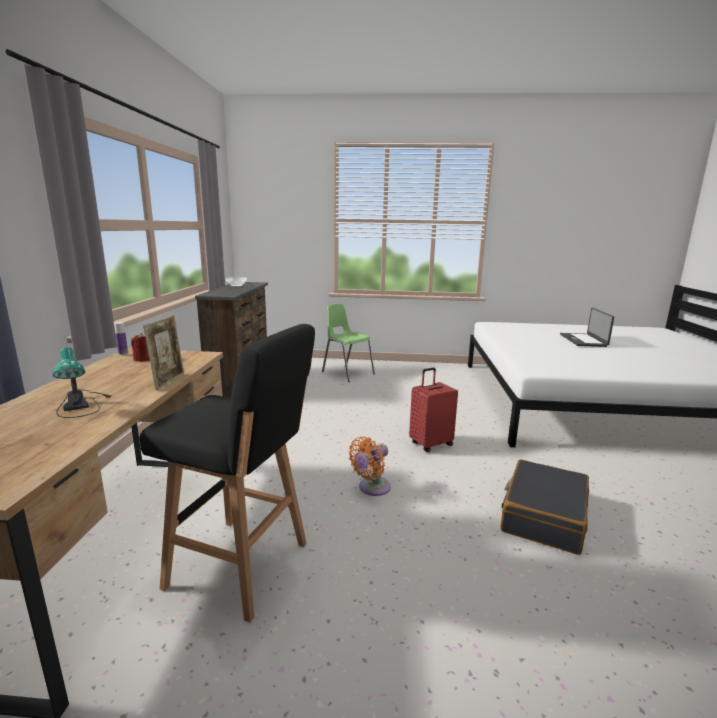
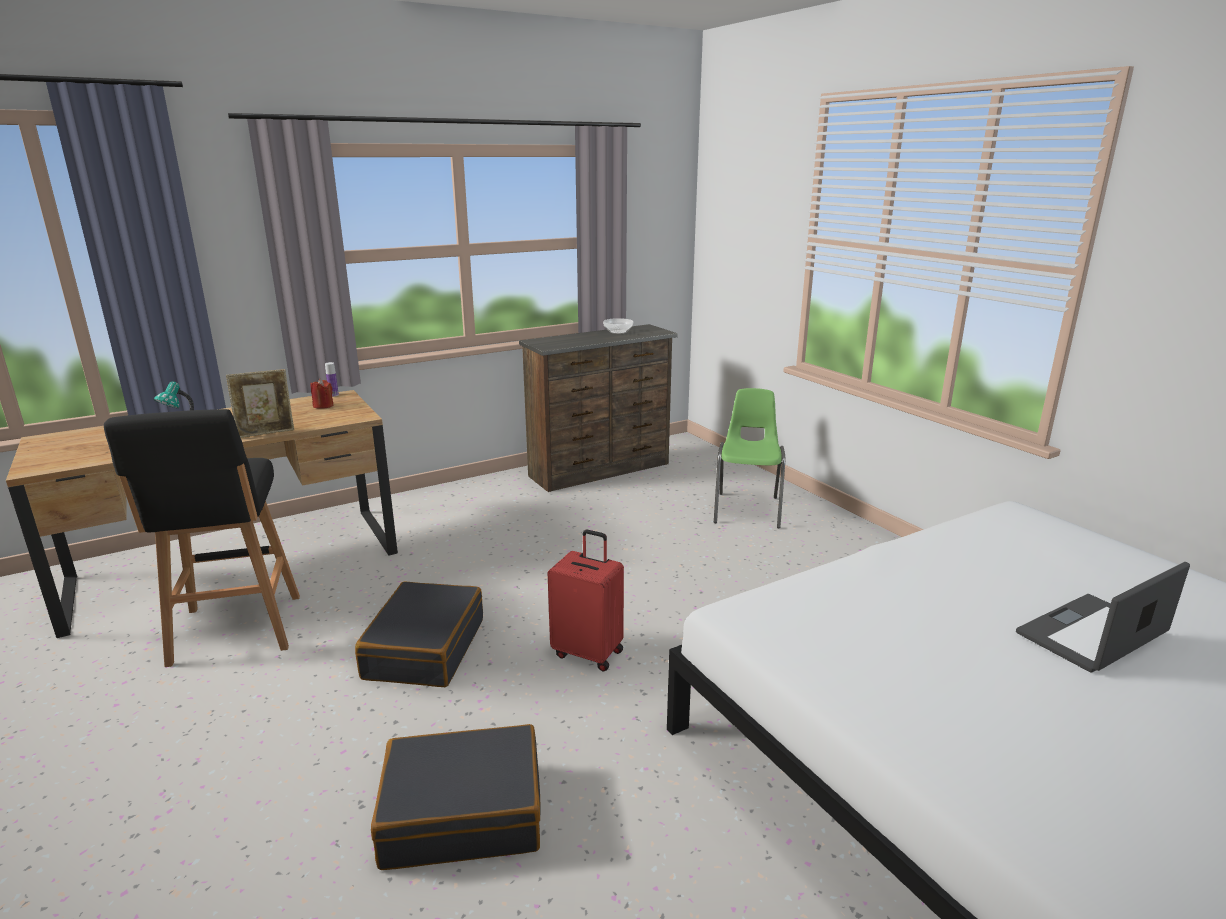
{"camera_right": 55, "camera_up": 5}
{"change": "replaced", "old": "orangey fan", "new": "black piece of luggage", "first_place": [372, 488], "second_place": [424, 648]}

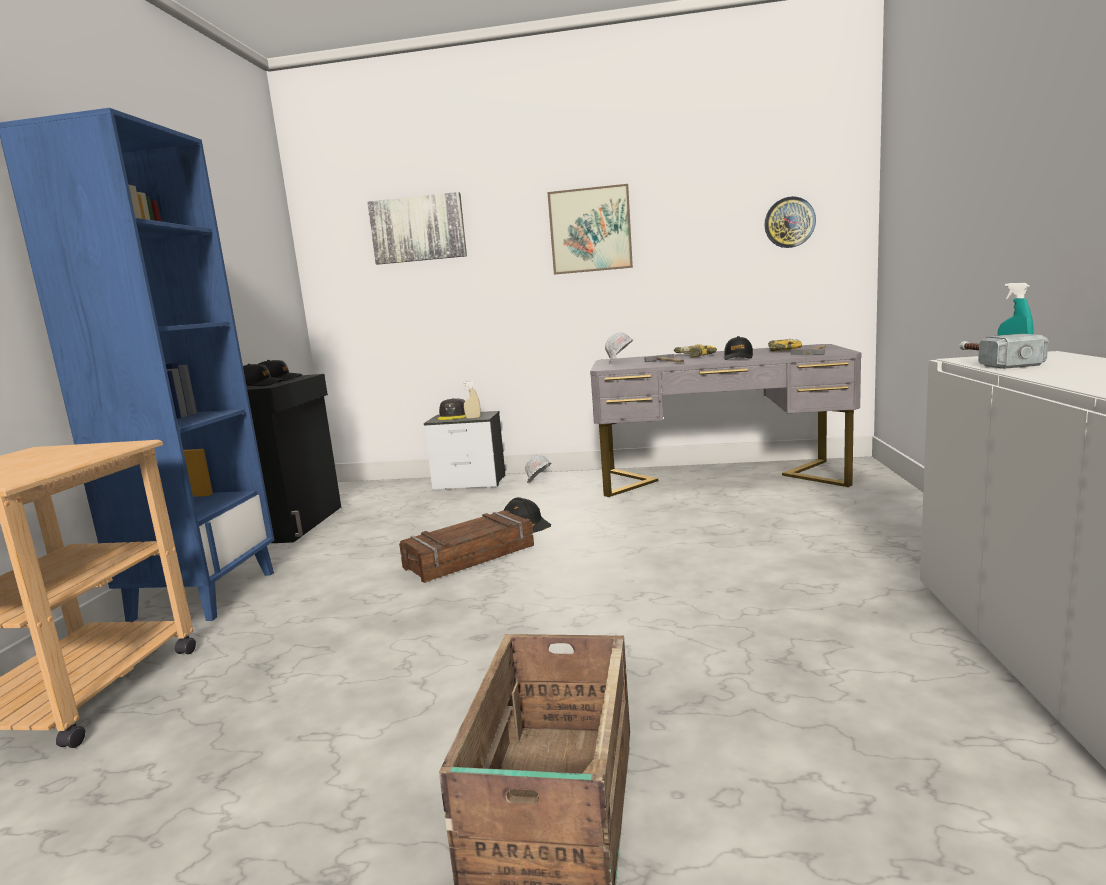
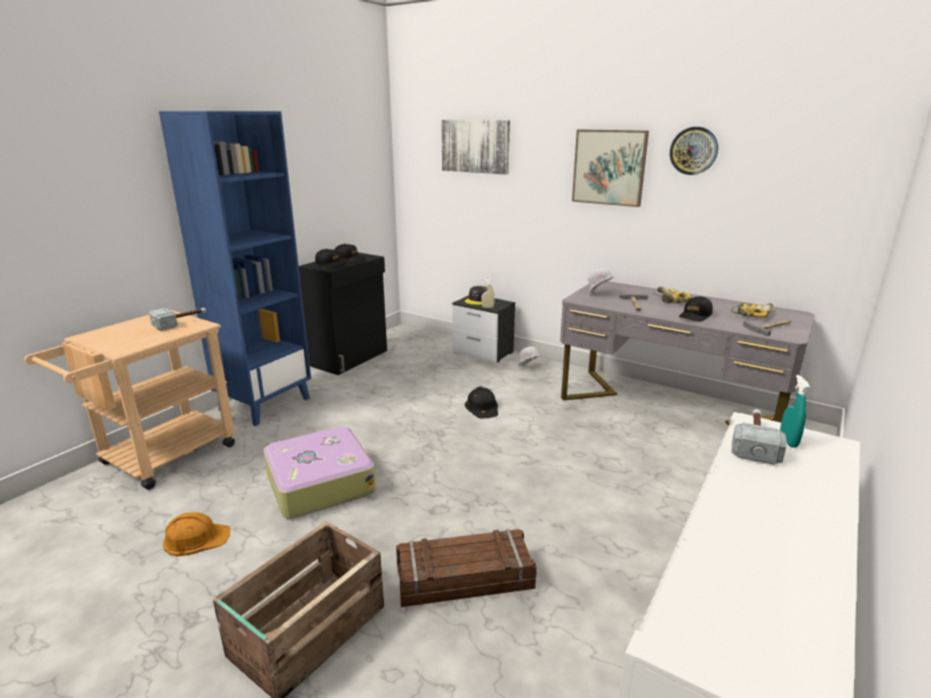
{"camera_right": 25, "camera_up": 10}
{"change": "added", "new": "hammer", "second_place": [181, 322]}
{"change": "added", "new": "orangey work helmet", "second_place": [196, 538]}
{"change": "added", "new": "piece of luggage", "second_place": [319, 483]}
{"change": "moved", "old": "crate", "first_place": [469, 557], "second_place": [464, 577]}
{"change": "moved", "old": "wall clock", "first_place": [789, 222], "second_place": [693, 151]}

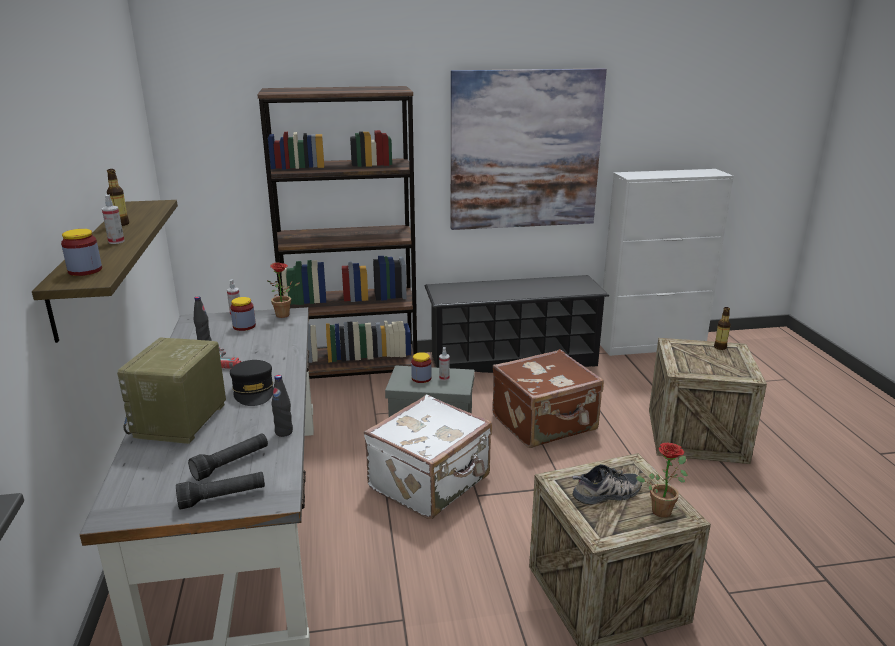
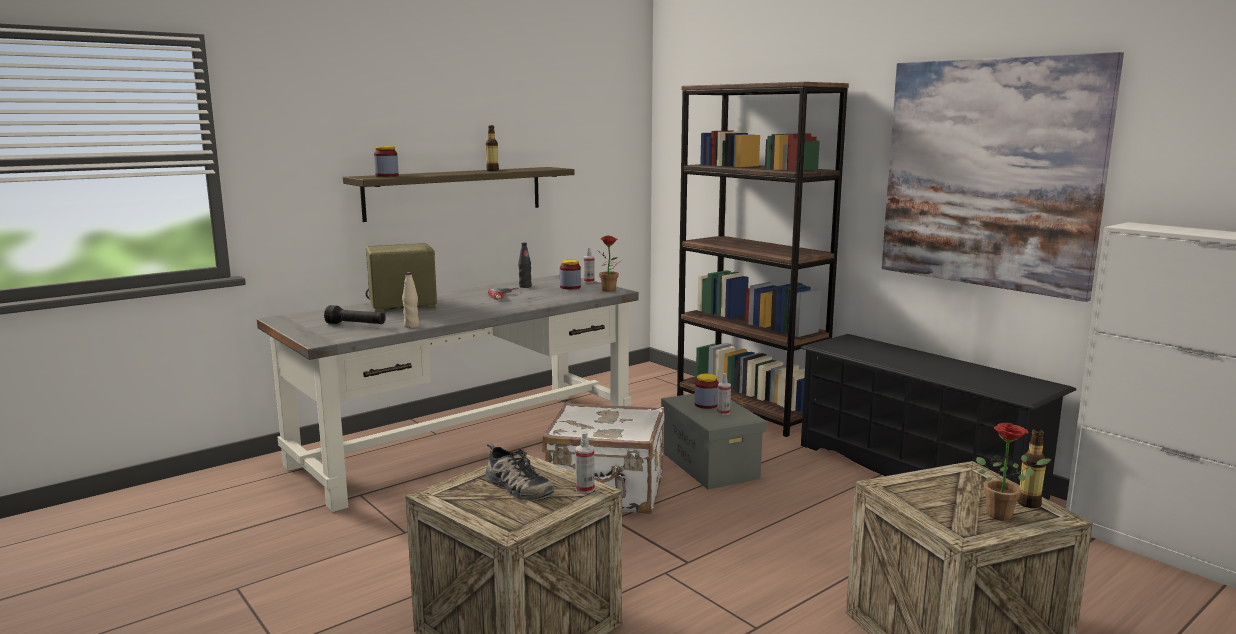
{"camera_right": 60, "camera_up": -10}
{"change": "removed", "old": "black hand torch", "first_place": [223, 498]}
{"change": "removed", "old": "black baseball cap", "first_place": [253, 391]}
{"change": "removed", "old": "brown-coloured piece of luggage", "first_place": [545, 423]}
{"change": "moved", "old": "sprayer", "first_place": [116, 241], "second_place": [585, 489]}
{"change": "moved", "old": "potted plant", "first_place": [662, 509], "second_place": [1004, 515]}
{"change": "recoloured", "old": "black beverage bottle", "new": "beige beverage bottle", "first_place": [284, 432], "second_place": [411, 326]}

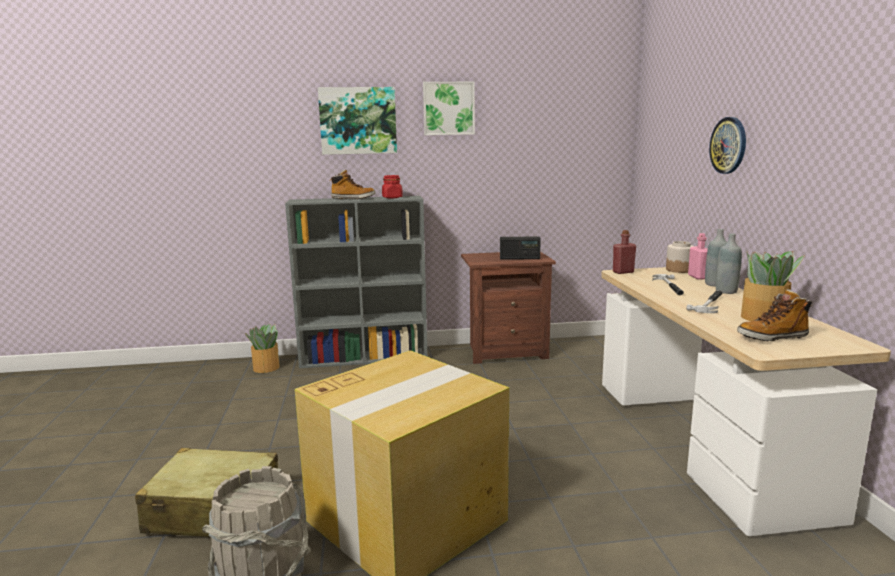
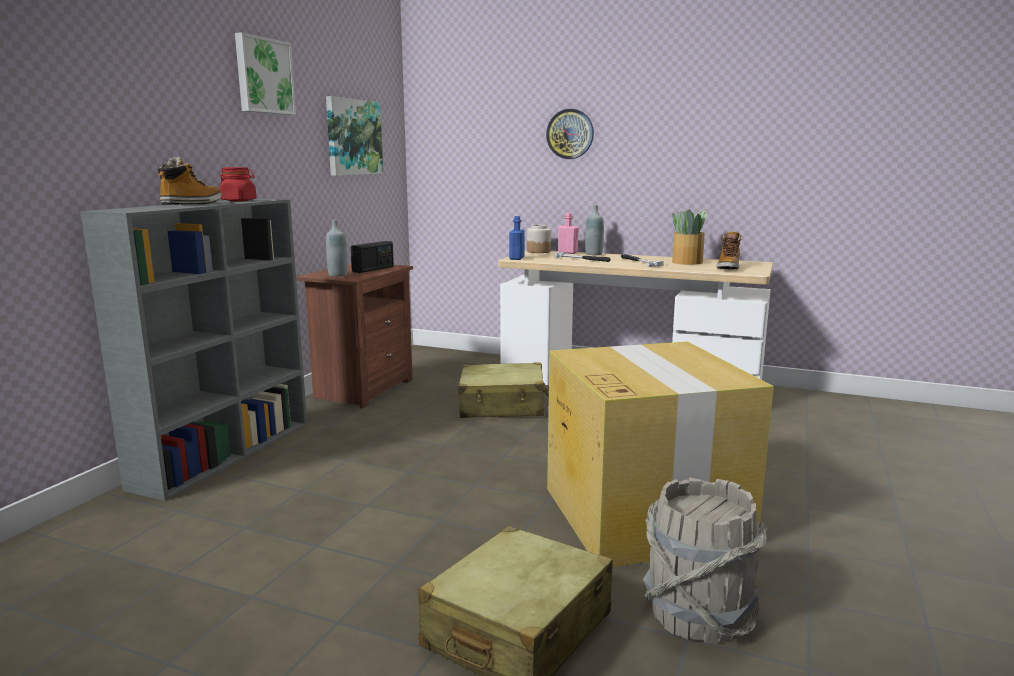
{"camera_right": -60, "camera_up": 0}
{"change": "removed", "old": "potted plant", "first_place": [265, 368]}
{"change": "added", "new": "beige piece of luggage", "second_place": [502, 406]}
{"change": "moved", "old": "picture", "first_place": [358, 121], "second_place": [353, 137]}
{"change": "moved", "old": "grey beverage bottle", "first_place": [726, 291], "second_place": [338, 275]}
{"change": "recoloured", "old": "red-coloured beverage bottle", "new": "blue-coloured beverage bottle", "first_place": [623, 272], "second_place": [516, 258]}

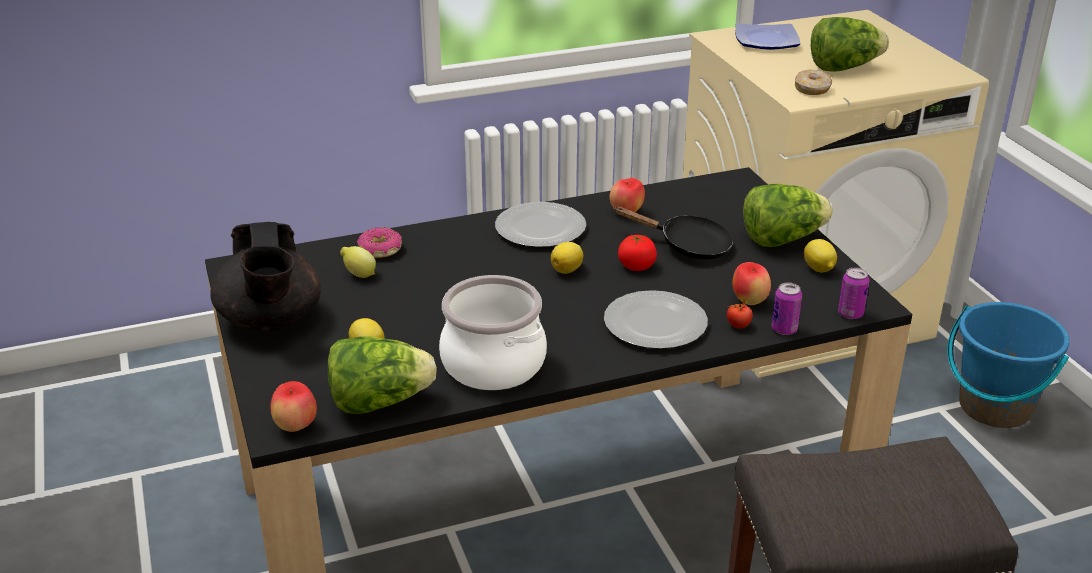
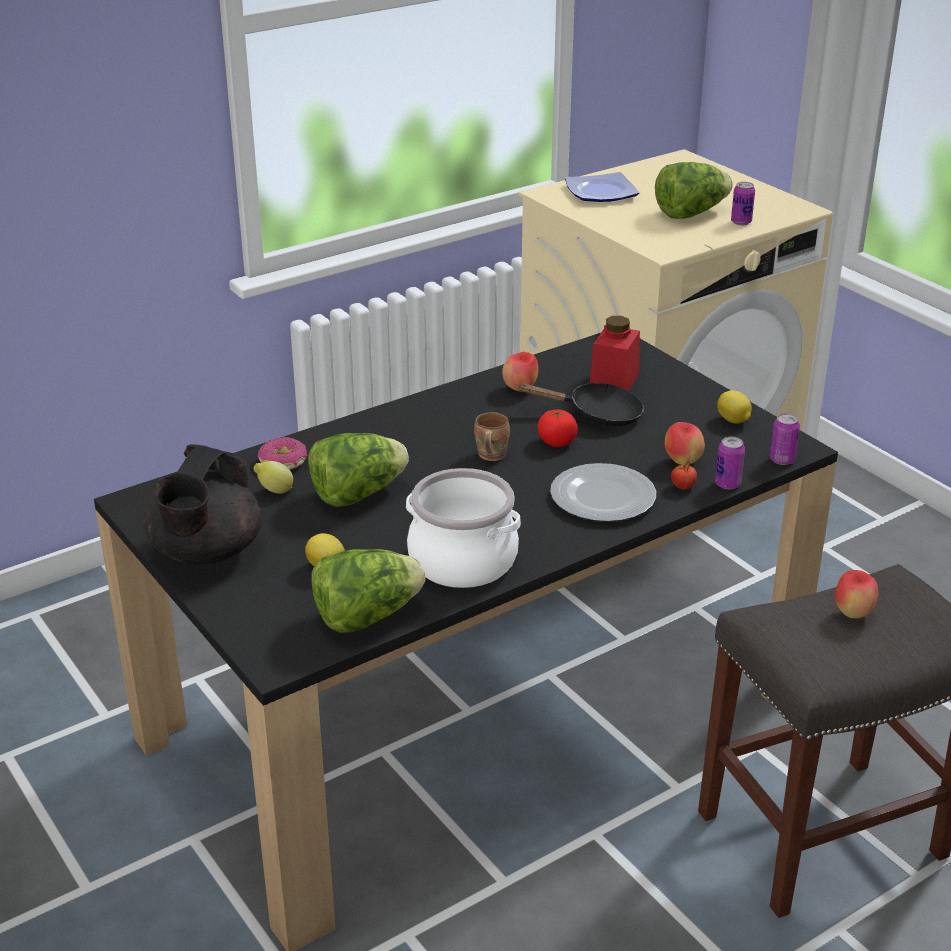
{"camera_right": -15, "camera_up": 0}
{"change": "removed", "old": "flat dish", "first_place": [539, 228]}
{"change": "removed", "old": "ring doughnut", "first_place": [812, 89]}
{"change": "removed", "old": "blue-coloured pail", "first_place": [994, 407]}
{"change": "added", "new": "red-coloured preserve jar", "second_place": [614, 381]}
{"change": "added", "new": "sealed can", "second_place": [741, 222]}
{"change": "moved", "old": "whole apple", "first_place": [296, 426], "second_place": [853, 613]}
{"change": "moved", "old": "lettuce", "first_place": [782, 239], "second_place": [357, 494]}
{"change": "replaced", "old": "lemon", "new": "brown-coloured tea mug", "first_place": [567, 270], "second_place": [489, 455]}
{"change": "turned", "old": "black tea pot", "first_place": [271, 321], "second_place": [205, 552], "degrees": 45}

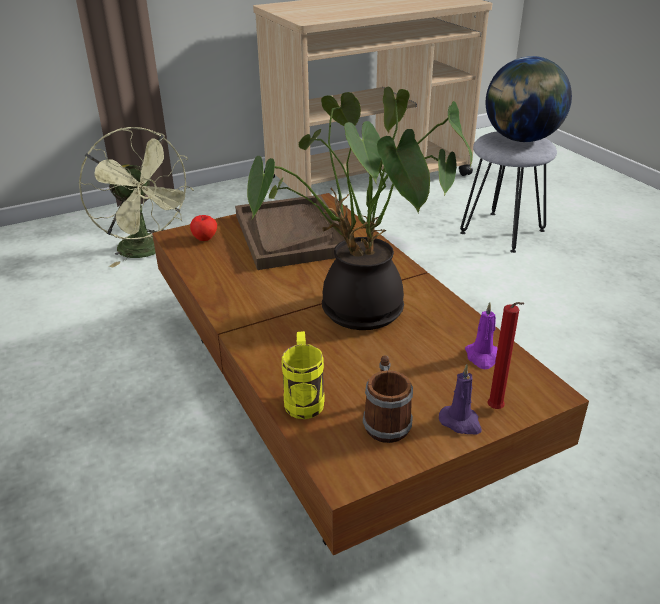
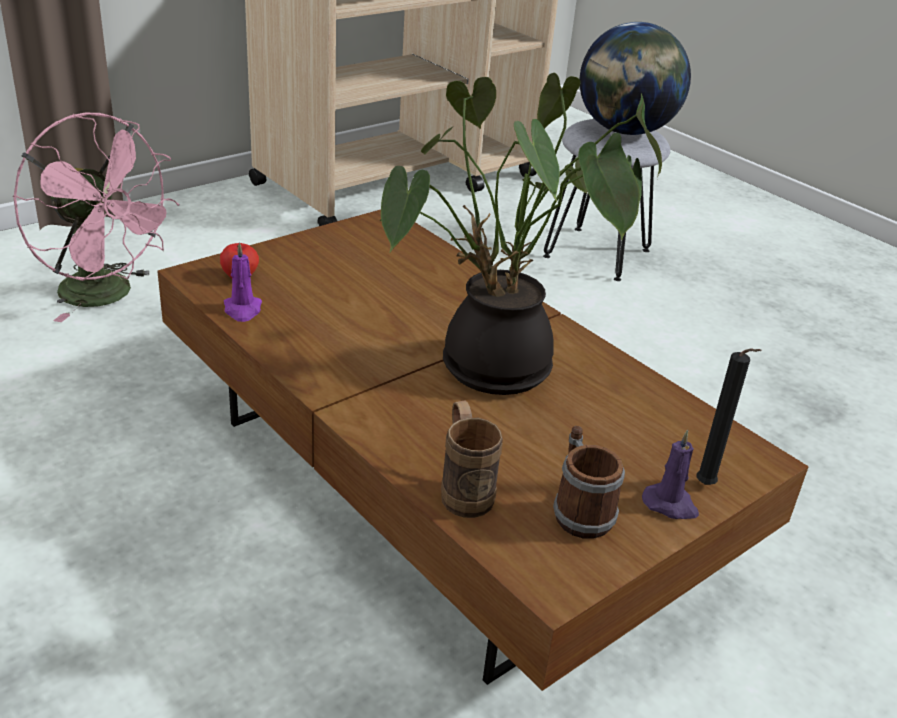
{"camera_right": -15, "camera_up": 0}
{"change": "removed", "old": "brown-coloured tray", "first_place": [291, 234]}
{"change": "moved", "old": "purple-coloured wax candle", "first_place": [482, 357], "second_place": [242, 310]}
{"change": "recoloured", "old": "green-coloured fan", "new": "pink fan", "first_place": [148, 251], "second_place": [108, 296]}
{"change": "recoloured", "old": "yellowish tea mug", "new": "brown-coloured tea mug", "first_place": [304, 398], "second_place": [464, 490]}
{"change": "recoloured", "old": "red-coloured wax candle", "new": "black wax candle", "first_place": [496, 410], "second_place": [707, 486]}

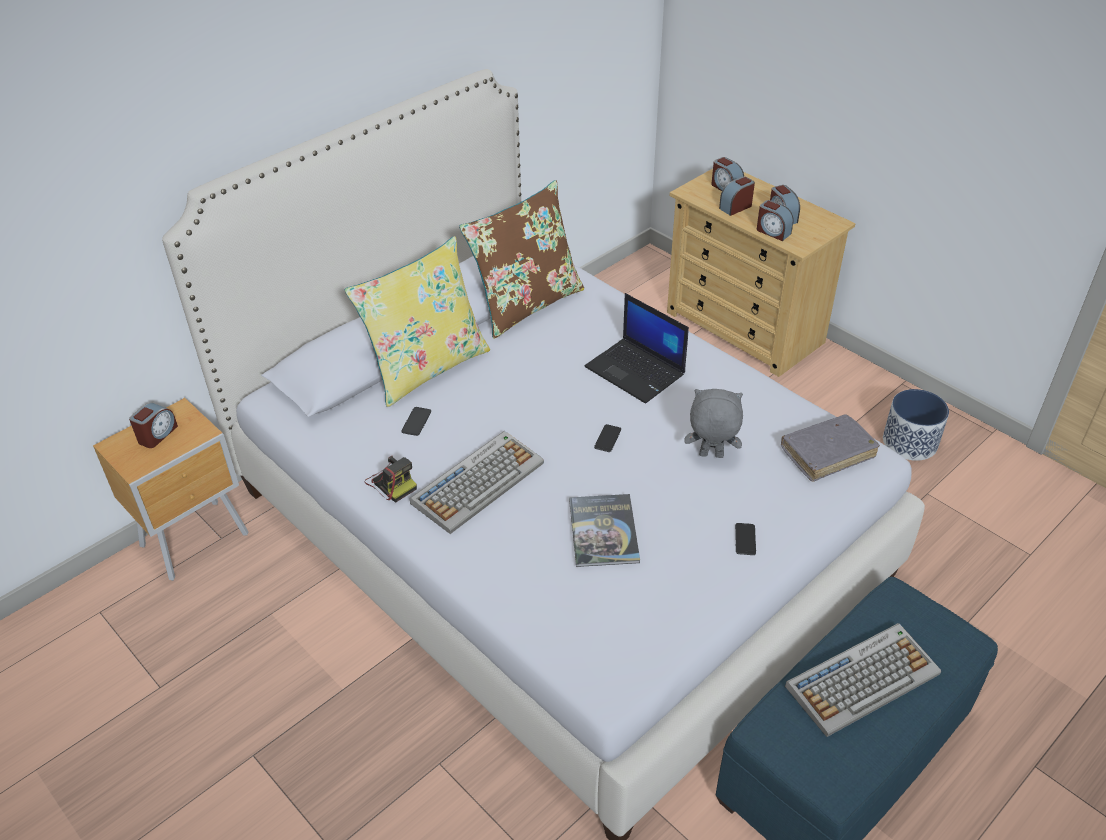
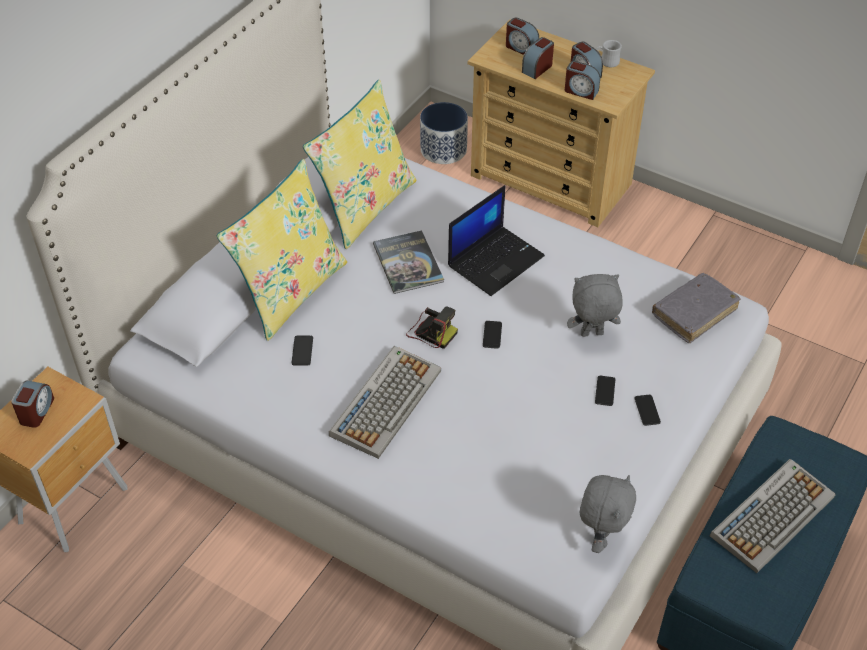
{"camera_right": -15, "camera_up": 5}
{"change": "added", "new": "grey cuddly toy", "second_place": [600, 537]}
{"change": "added", "new": "phone", "second_place": [605, 391]}
{"change": "added", "new": "white-coloured tea mug", "second_place": [606, 62]}
{"change": "moved", "old": "still camera", "first_place": [391, 482], "second_place": [431, 331]}
{"change": "moved", "old": "volume", "first_place": [603, 531], "second_place": [408, 263]}
{"change": "moved", "old": "planter", "first_place": [909, 442], "second_place": [443, 150]}
{"change": "recoloured", "old": "brown-coloured cushion", "new": "yellowish cushion", "first_place": [526, 304], "second_place": [364, 206]}
{"change": "turned", "old": "notebook computer", "first_place": [636, 371], "second_place": [495, 260], "degrees": -75}

